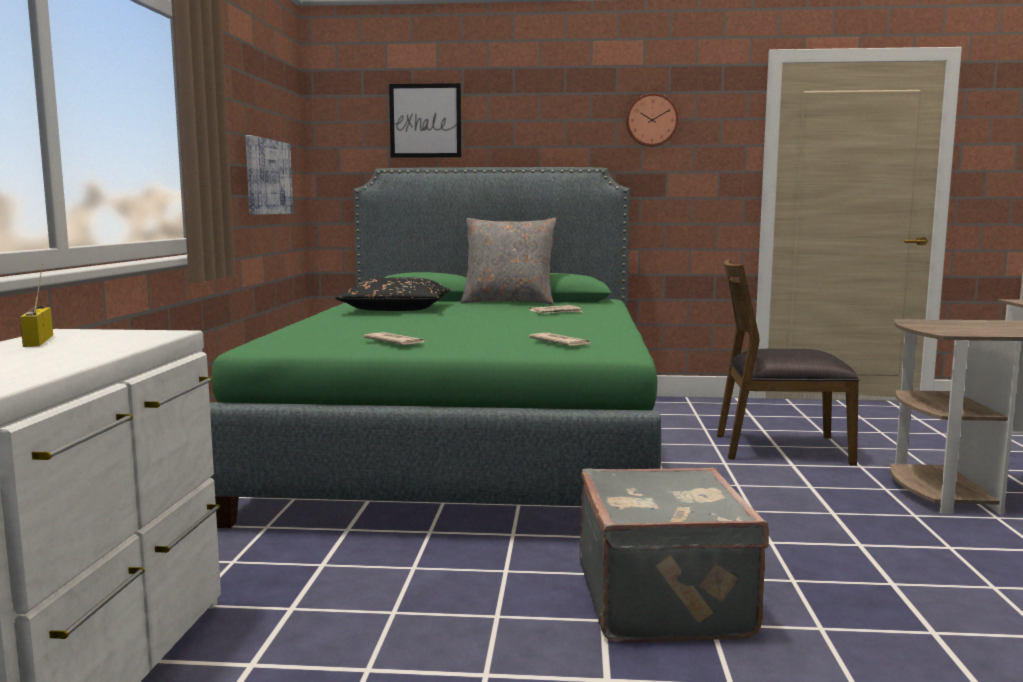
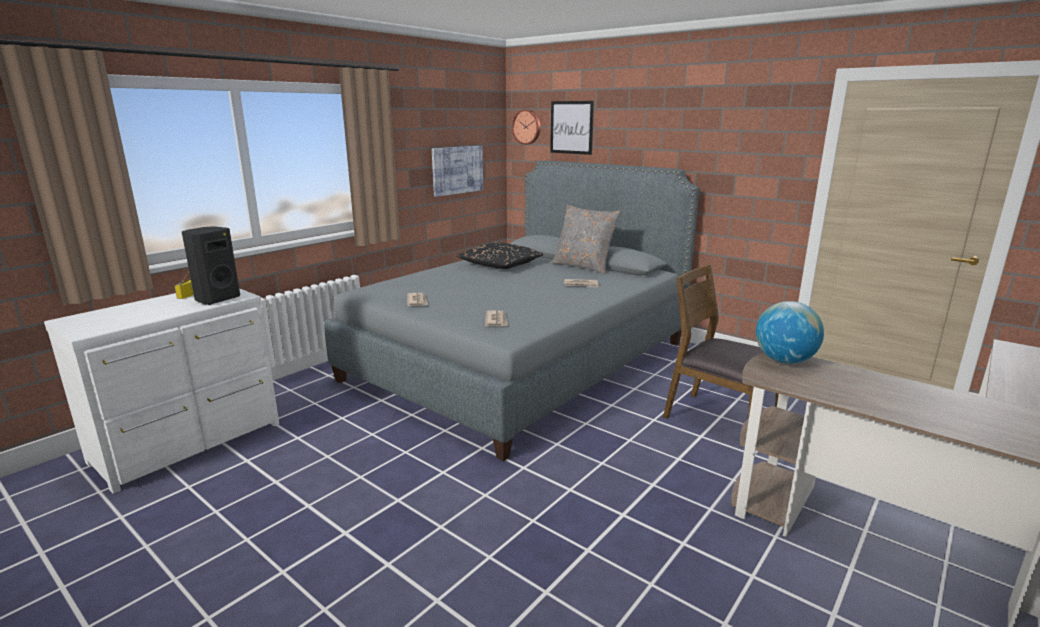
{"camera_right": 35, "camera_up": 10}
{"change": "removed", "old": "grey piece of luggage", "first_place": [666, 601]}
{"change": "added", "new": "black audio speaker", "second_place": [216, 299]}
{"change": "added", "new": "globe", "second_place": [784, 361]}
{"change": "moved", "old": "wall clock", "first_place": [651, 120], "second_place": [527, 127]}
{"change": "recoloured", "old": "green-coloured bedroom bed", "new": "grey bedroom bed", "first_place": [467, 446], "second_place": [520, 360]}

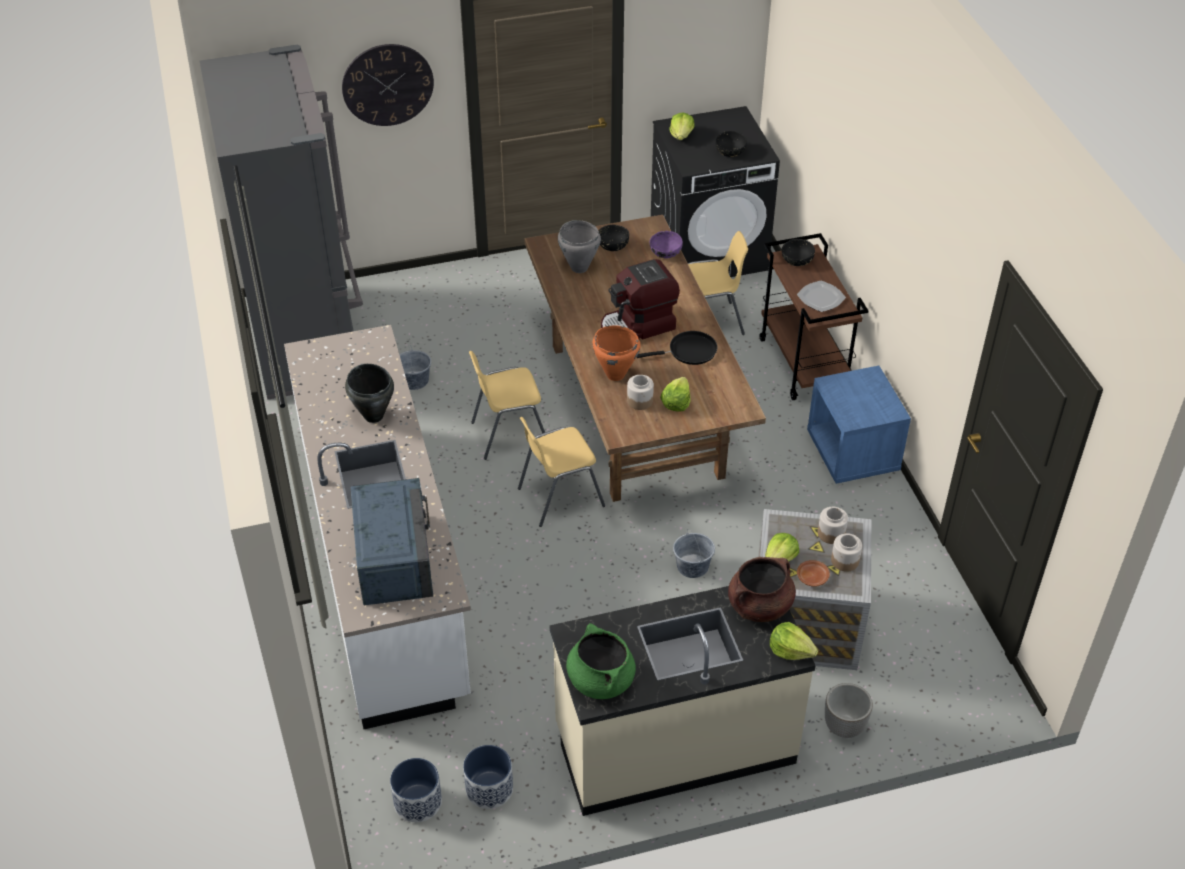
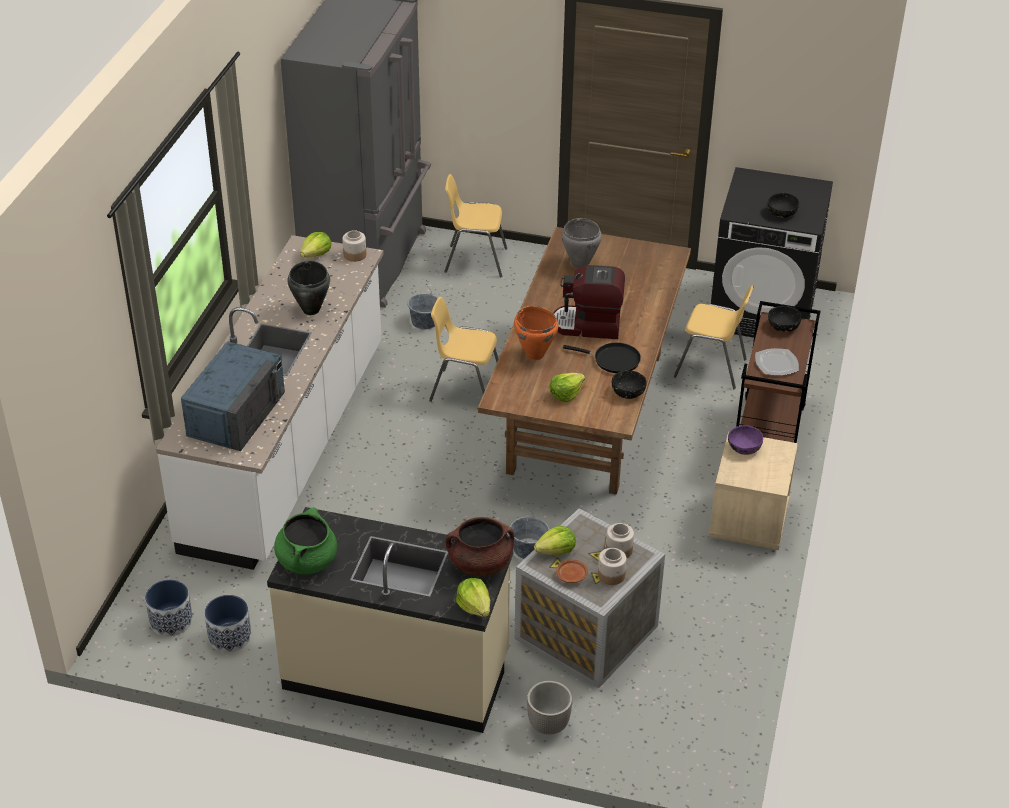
{"camera_right": 30, "camera_up": -5}
{"change": "removed", "old": "wall clock", "first_place": [387, 84]}
{"change": "moved", "old": "yellowish chair", "first_place": [559, 497], "second_place": [475, 260]}
{"change": "moved", "old": "black bowl", "first_place": [613, 245], "second_place": [628, 392]}
{"change": "moved", "old": "preserve jar", "first_place": [640, 401], "second_place": [355, 255]}
{"change": "moved", "old": "purple-coloured bowl", "first_place": [665, 252], "second_place": [743, 447]}
{"change": "moved", "old": "lettuce", "first_place": [681, 135], "second_place": [316, 254]}
{"change": "recoloured", "old": "blue-coloured nightstand", "new": "beige nightstand", "first_place": [853, 453], "second_place": [749, 521]}

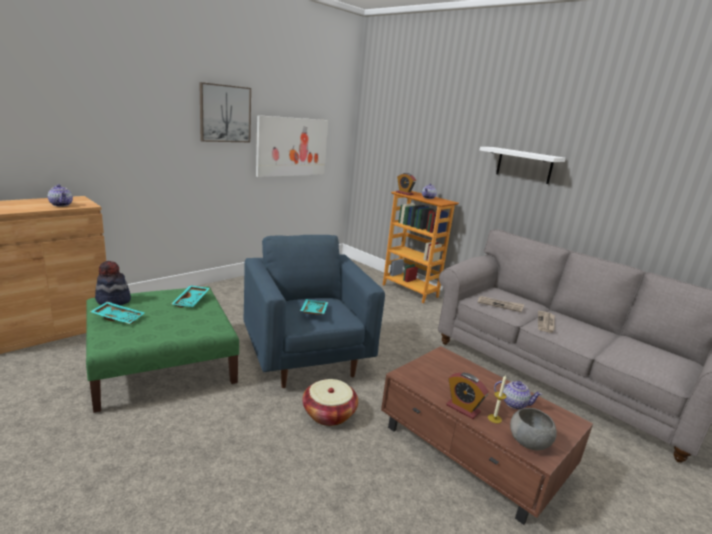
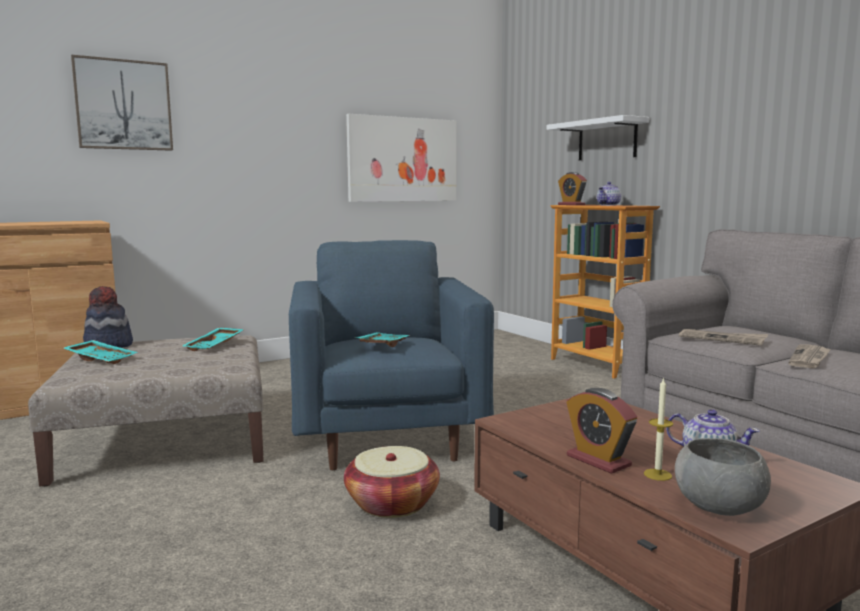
{"camera_right": 15, "camera_up": -10}
{"change": "removed", "old": "tea pot", "first_place": [62, 205]}
{"change": "moved", "old": "picture", "first_place": [225, 113], "second_place": [123, 105]}
{"change": "moved", "old": "white-coloured wall shelf", "first_place": [524, 165], "second_place": [607, 140]}
{"change": "recoloured", "old": "green-coloured ottoman", "new": "beige ottoman", "first_place": [162, 363], "second_place": [167, 438]}

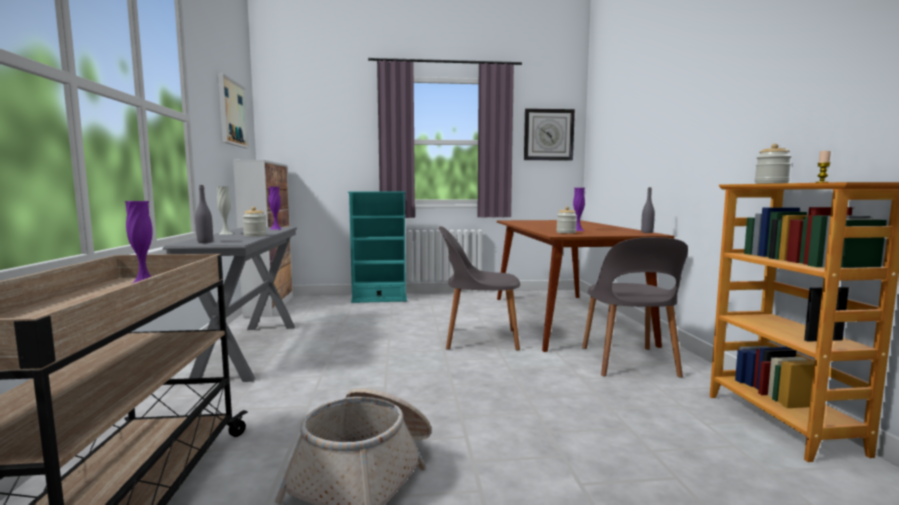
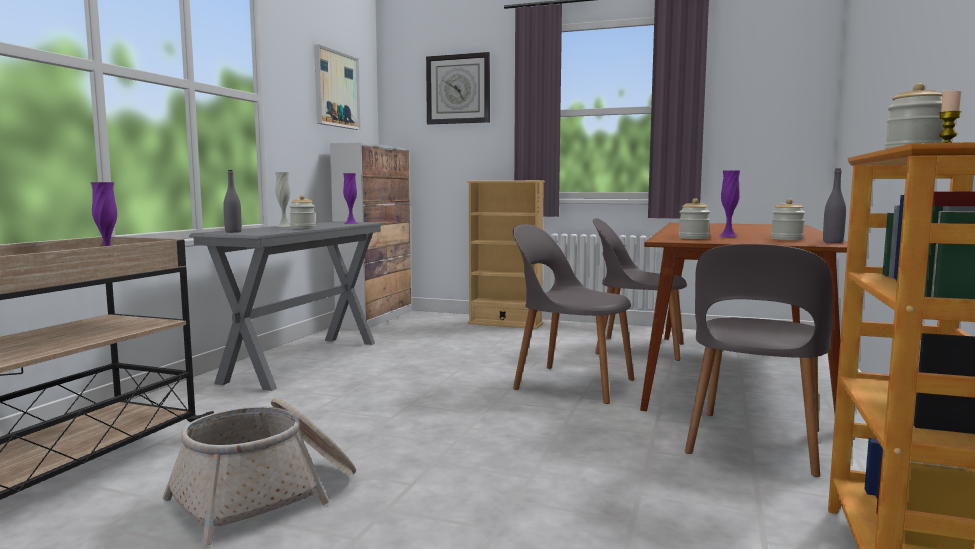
{"camera_right": 25, "camera_up": 0}
{"change": "added", "new": "grey chair", "second_place": [637, 348]}
{"change": "added", "new": "preserve jar", "second_place": [786, 239]}
{"change": "moved", "old": "wall clock", "first_place": [548, 135], "second_place": [458, 89]}
{"change": "recoloured", "old": "turquoise bookshelf", "new": "beige bookshelf", "first_place": [379, 299], "second_place": [505, 324]}

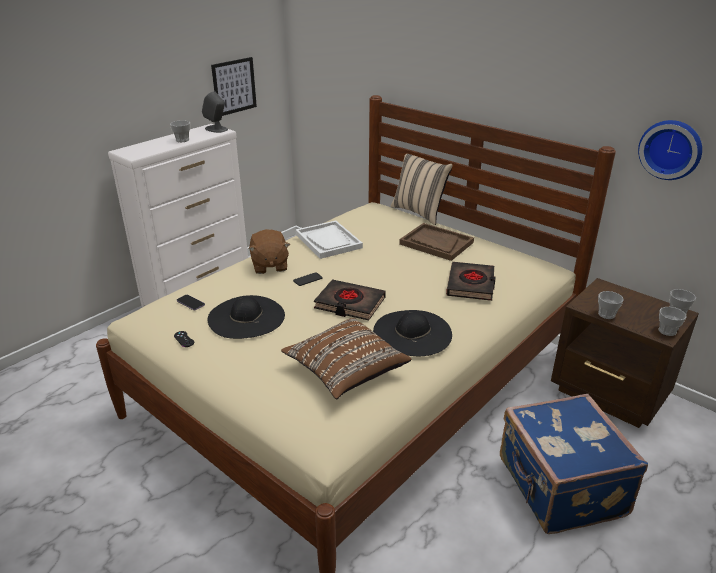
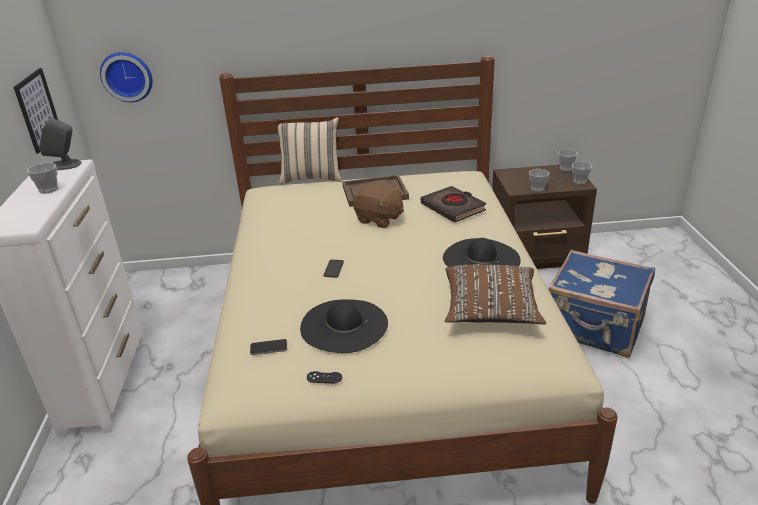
{"camera_right": -45, "camera_up": 0}
{"change": "removed", "old": "white-coloured tray", "first_place": [328, 241]}
{"change": "removed", "old": "black volume", "first_place": [349, 304]}
{"change": "moved", "old": "brown-coloured cuddly toy", "first_place": [269, 265], "second_place": [379, 219]}
{"change": "moved", "old": "wall clock", "first_place": [671, 149], "second_place": [127, 76]}

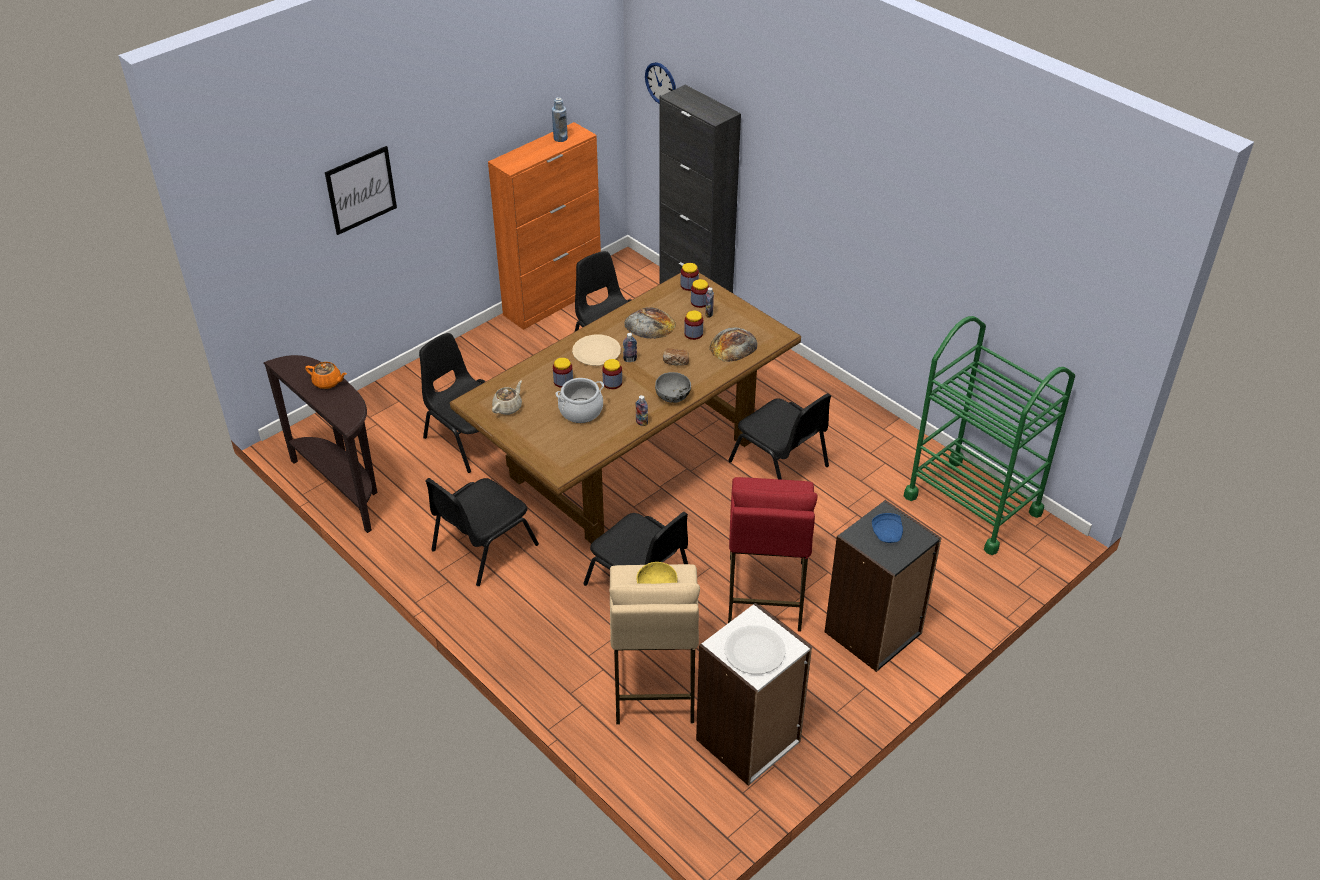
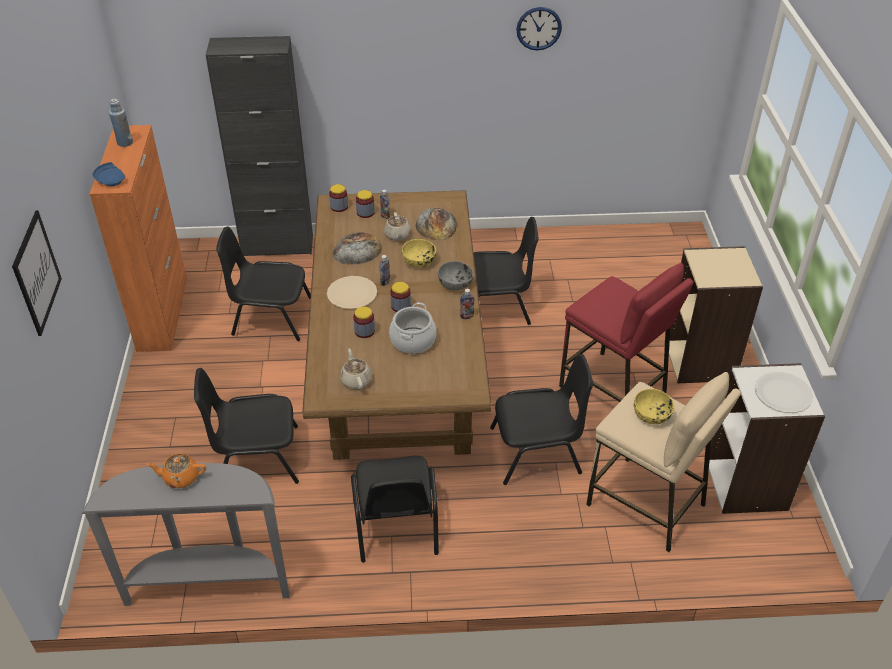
{"camera_right": -50, "camera_up": 0}
{"change": "removed", "old": "green-coloured wheeled cart", "first_place": [972, 504]}
{"change": "moved", "old": "wall clock", "first_place": [660, 83], "second_place": [538, 28]}
{"change": "moved", "old": "blue-coloured flat dish", "first_place": [887, 533], "second_place": [111, 180]}
{"change": "replaced", "old": "bread", "new": "yellowish bowl", "first_place": [676, 362], "second_place": [419, 261]}
{"change": "replaced", "old": "preserve jar", "new": "beige tea pot", "first_place": [693, 334], "second_place": [397, 235]}
{"change": "recoloured", "old": "brown-coloured narrow table", "new": "grey narrow table", "first_place": [343, 487], "second_place": [209, 583]}
{"change": "recoloured", "old": "black bookshelf", "new": "beige bookshelf", "first_place": [873, 633], "second_place": [700, 361]}
{"change": "turned", "old": "orangey tea pot", "first_place": [328, 382], "second_place": [180, 477], "degrees": -150}

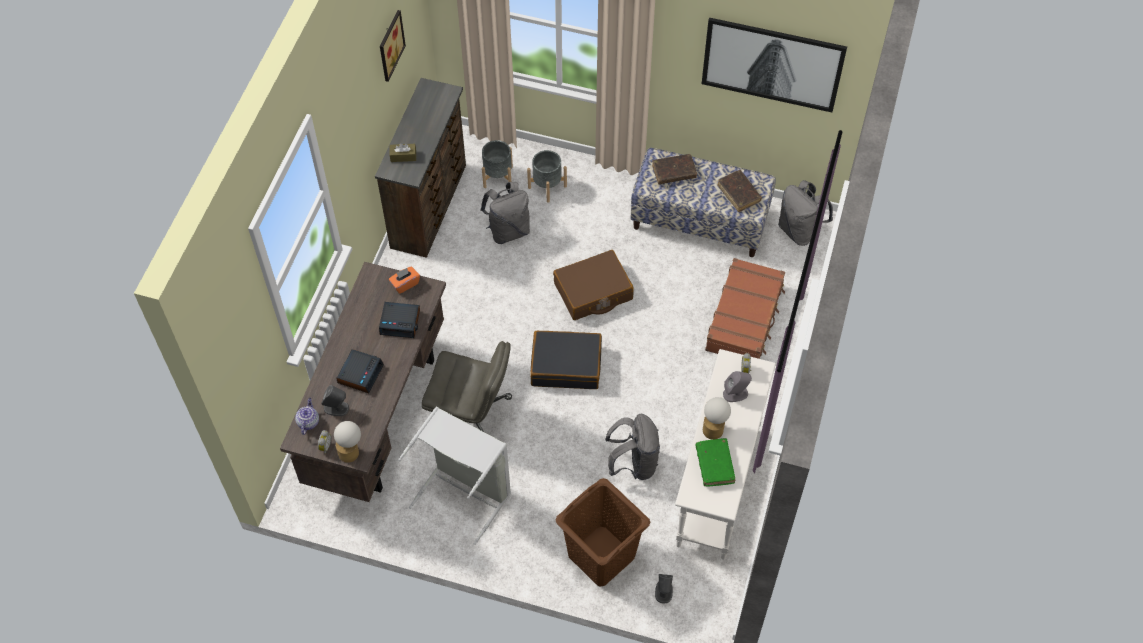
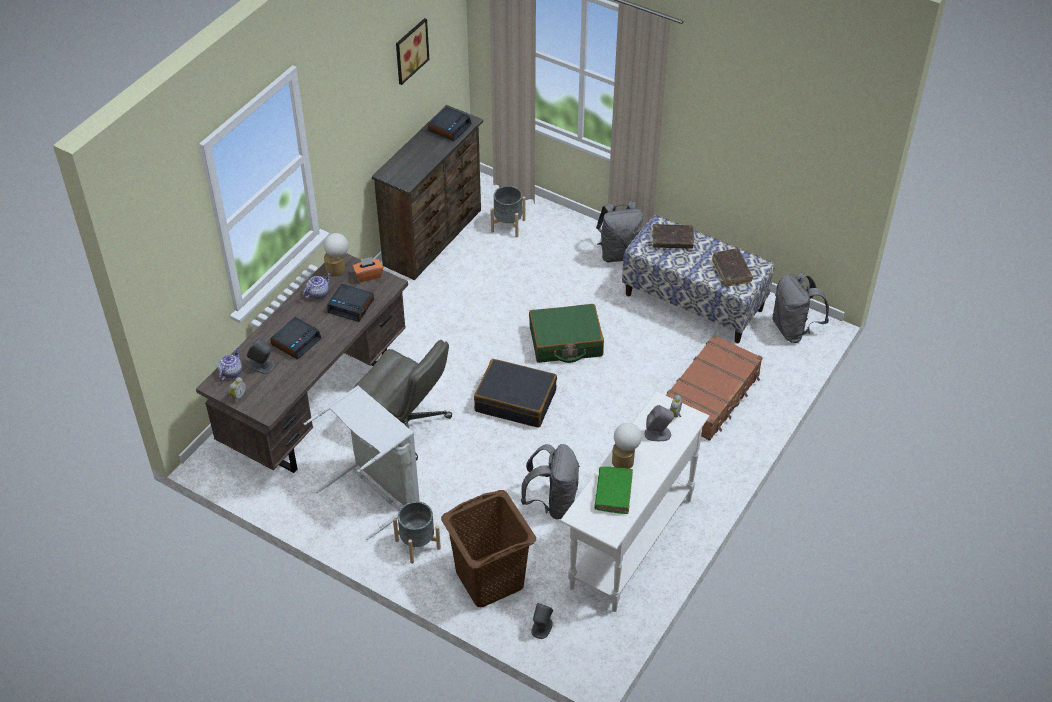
{"camera_right": 15, "camera_up": -10}
{"change": "removed", "old": "brown-coloured tissue holder", "first_place": [403, 156]}
{"change": "removed", "old": "picture", "first_place": [772, 64]}
{"change": "added", "new": "tea pot", "second_place": [318, 293]}
{"change": "added", "new": "alarm clock", "second_place": [449, 127]}
{"change": "moved", "old": "lamp for a table", "first_place": [351, 451], "second_place": [338, 268]}
{"change": "moved", "old": "grey knapsack", "first_place": [508, 230], "second_place": [619, 254]}
{"change": "moved", "old": "grey planter", "first_place": [547, 187], "second_place": [418, 544]}
{"change": "recoloured", "old": "brown-coloured piece of luggage", "new": "green-coloured piece of luggage", "first_place": [593, 292], "second_place": [565, 342]}

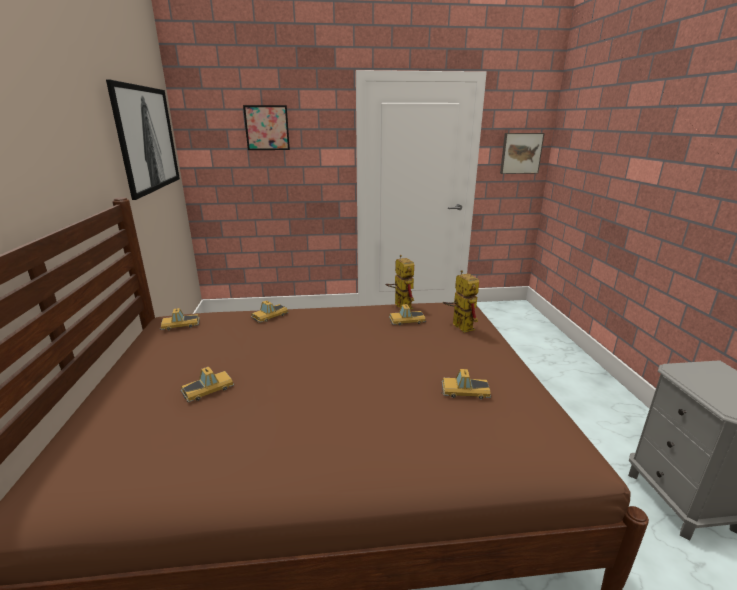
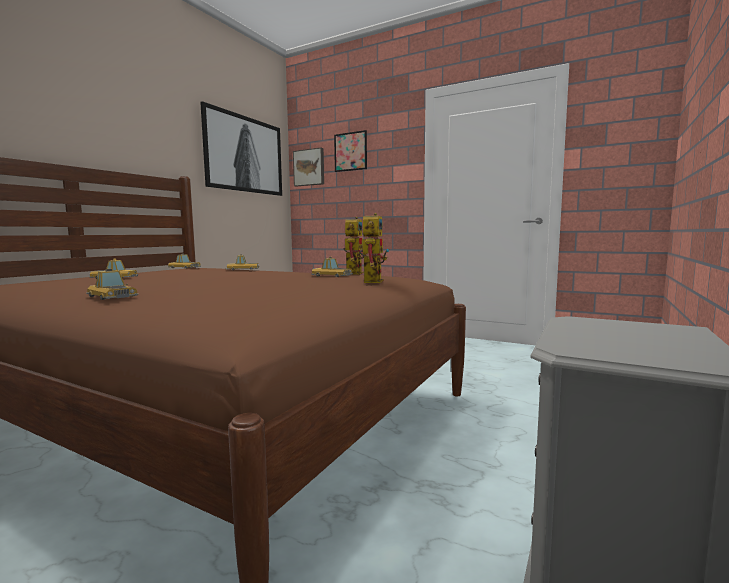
{"camera_right": 35, "camera_up": -15}
{"change": "moved", "old": "model car", "first_place": [464, 390], "second_place": [112, 296]}
{"change": "moved", "old": "picture", "first_place": [520, 153], "second_place": [309, 167]}

